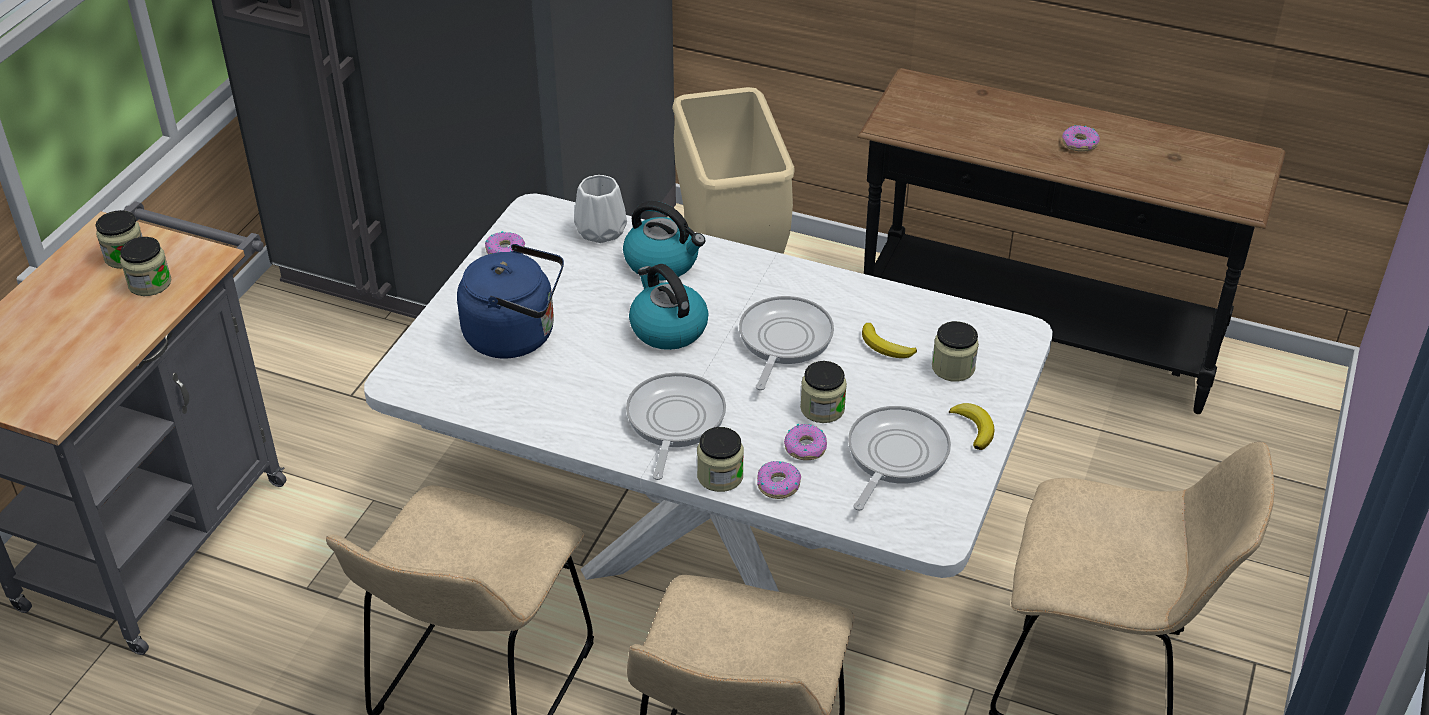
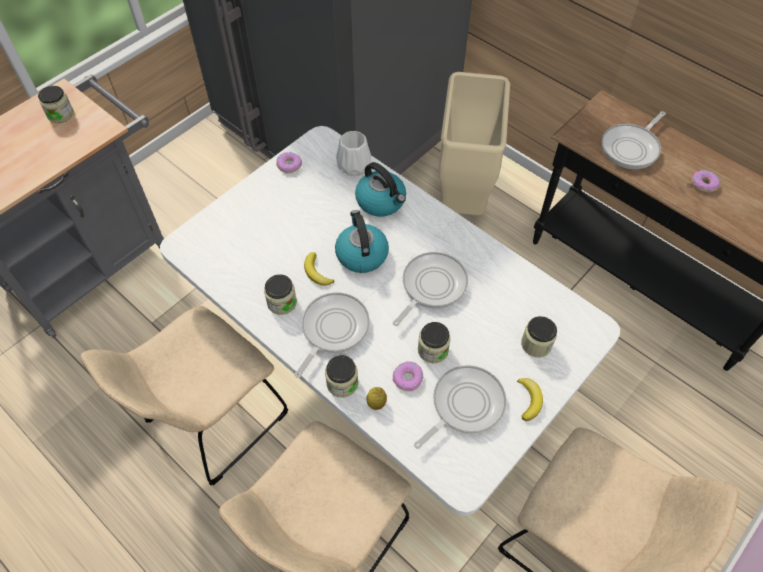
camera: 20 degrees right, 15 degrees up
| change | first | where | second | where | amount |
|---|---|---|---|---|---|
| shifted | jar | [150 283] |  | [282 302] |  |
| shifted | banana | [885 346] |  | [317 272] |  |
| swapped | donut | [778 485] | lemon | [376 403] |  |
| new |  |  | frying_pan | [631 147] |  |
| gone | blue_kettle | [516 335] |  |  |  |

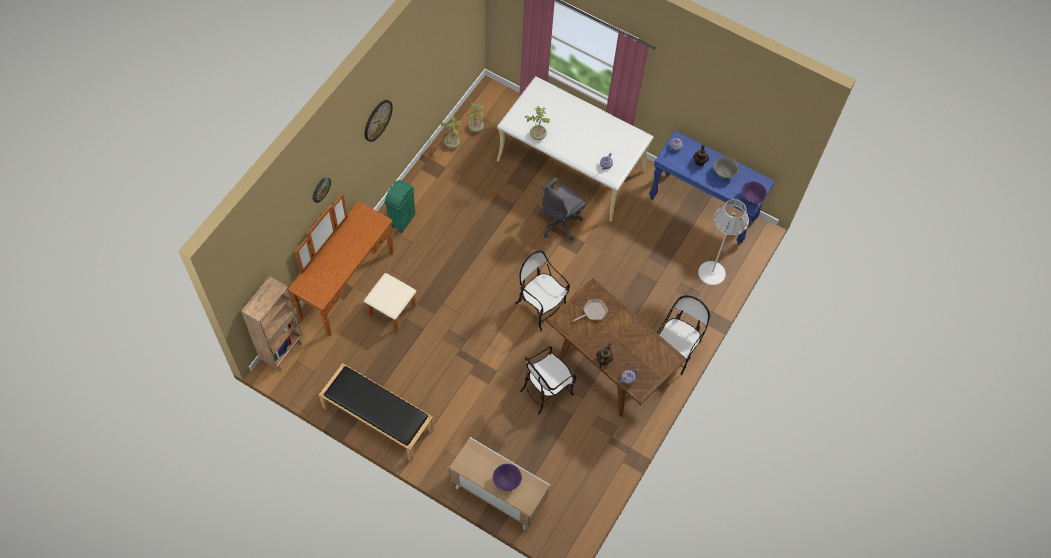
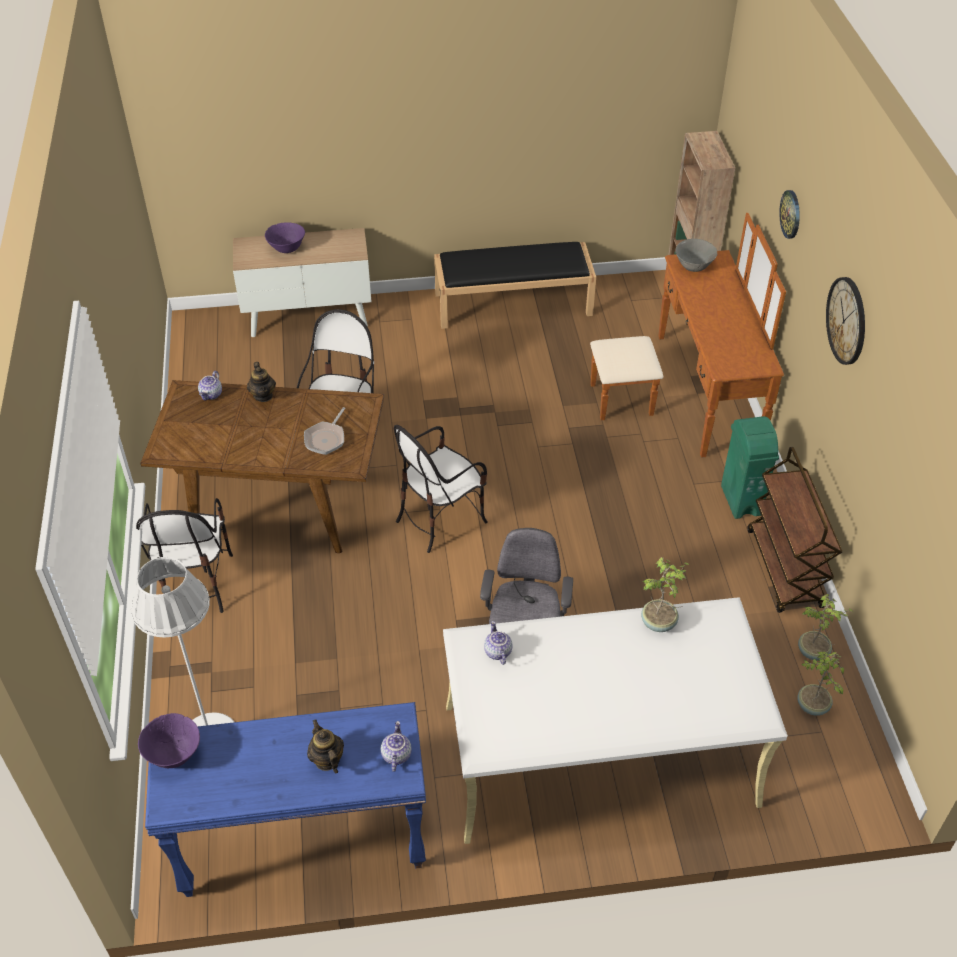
camera: 145 degrees right, 15 degrees down
| change | first | where | second | where | amount |
|---|---|---|---|---|---|
| rotated | chair | [540 306] |  | [440 519] | 135 degrees clockwise |
| shifted | grey_bowl | [723 174] |  | [694 266] |  |
| new |  |  | brown_cart | [785 569] |  |

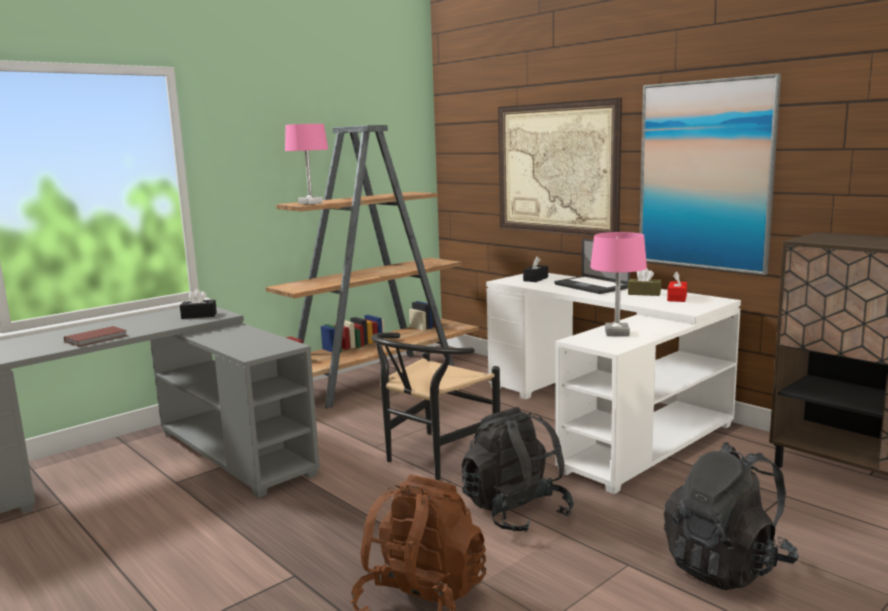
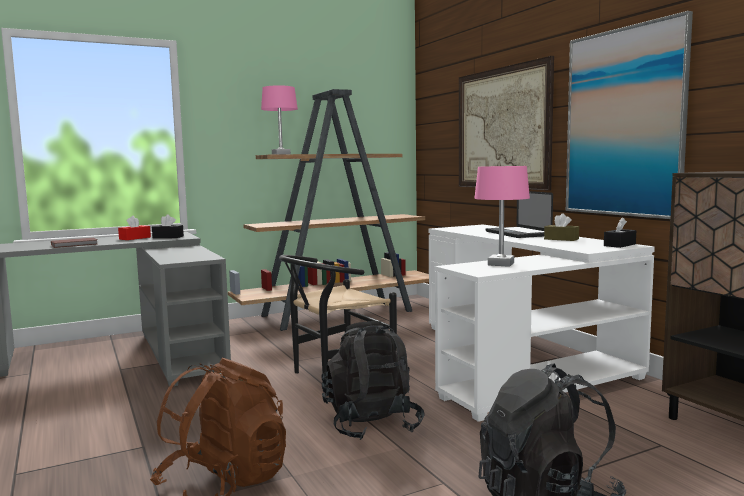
camera: 15 degrees right, 5 degrees down
| change | first | where | second | where | amount |
|---|---|---|---|---|---|
| shifted | red_tissue_box | [677 298] |  | [135 238] |  |
| shifted | black_tissue_box | [535 279] |  | [619 245] |  |

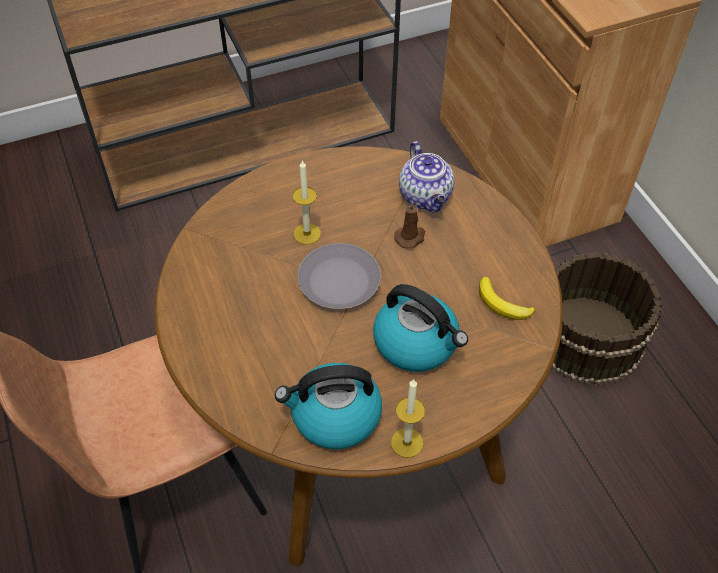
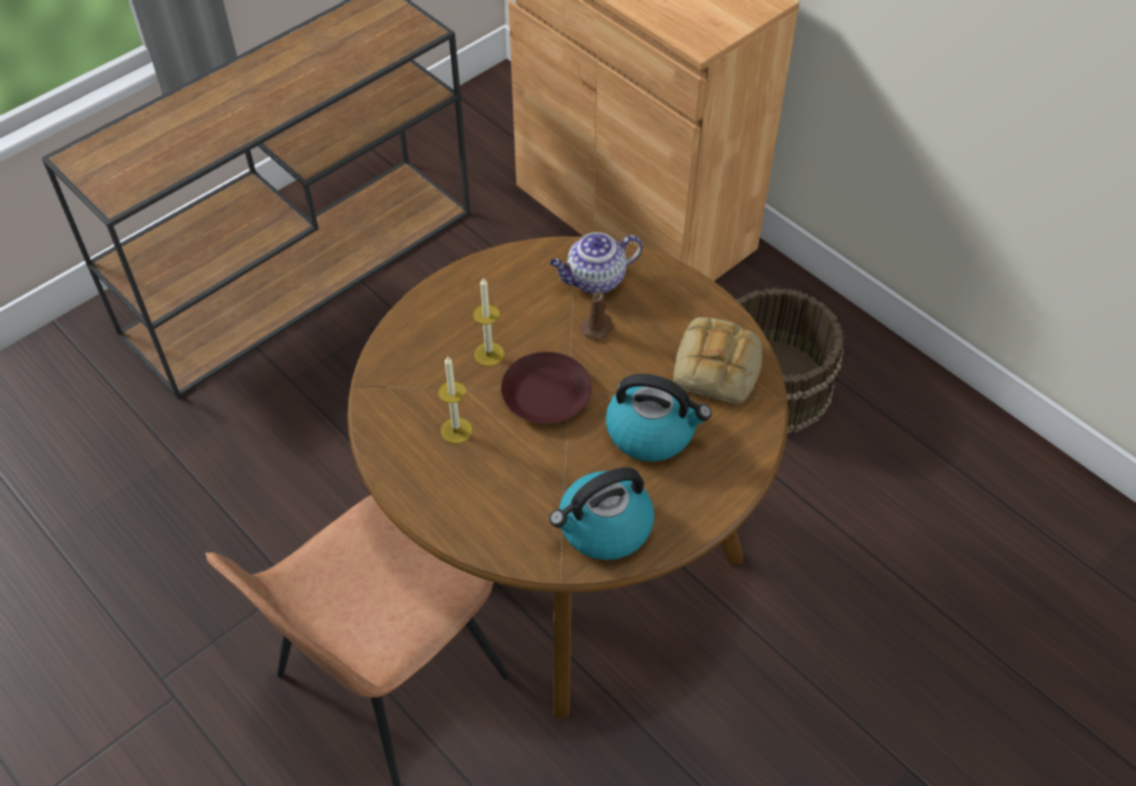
camera: 20 degrees left, 0 degrees up
| change | first | where | second | where | amount |
|---|---|---|---|---|---|
| shifted | candle | [407 442] |  | [456 430] |  |
| repainted | grey_plate | [338 281] | brown_plate | [545 394] |  |
| rotated | teapot | [426 197] |  | [595 280] | 105 degrees clockwise |
| swapped | banana | [502 304] | bread | [718 368] |  |

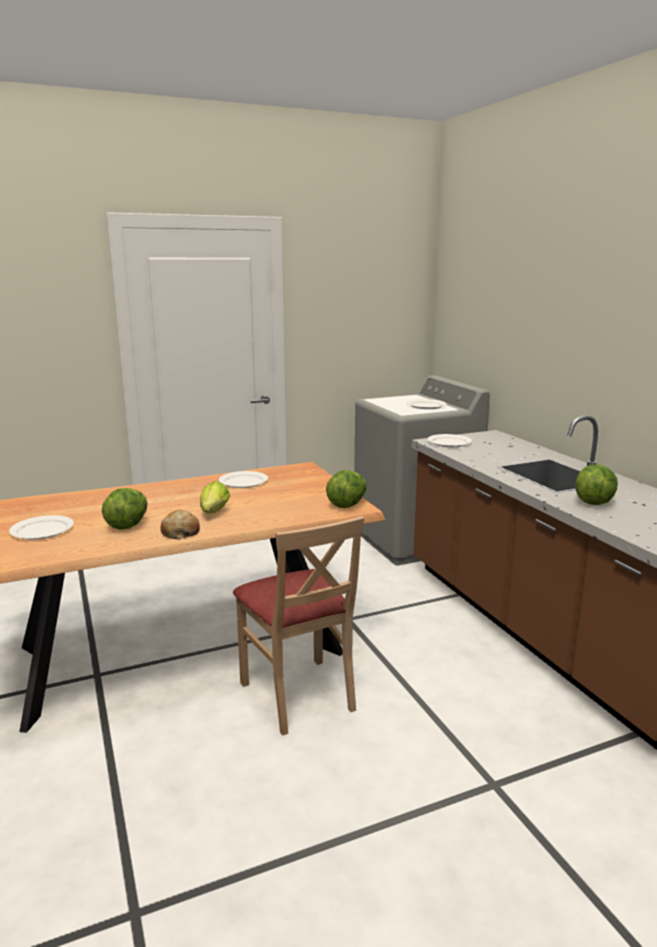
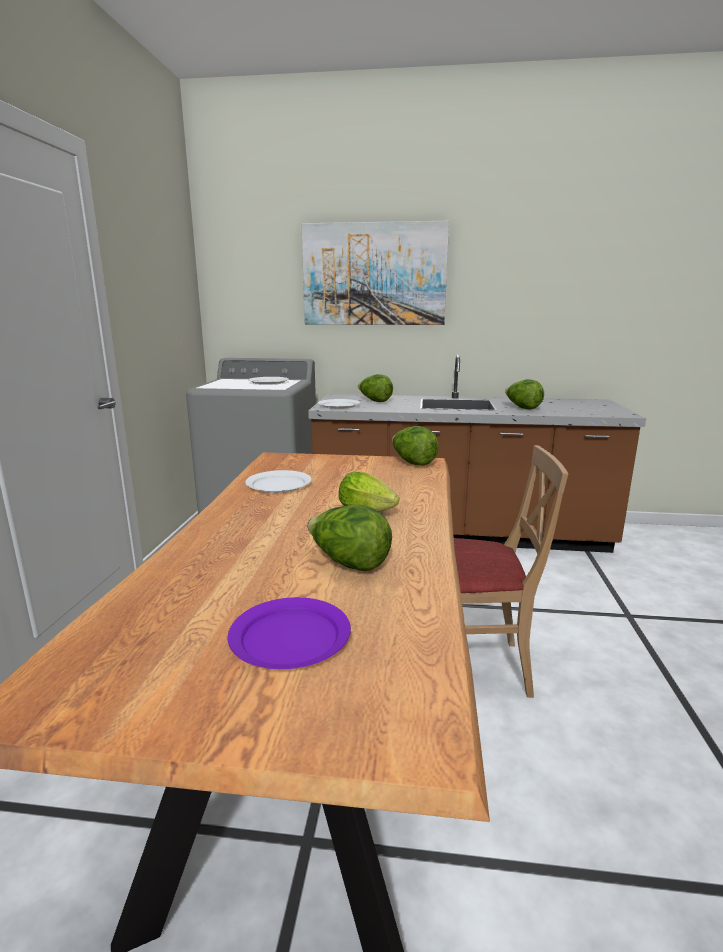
camera: 60 degrees left, 0 degrees up
| change | first | where | second | where | amount |
|---|---|---|---|---|---|
| repainted | white_plate | [42 530] | purple_plate | [291 636] |  |
| new |  |  | picture | [374 275] |  |
| new |  |  | lettuce | [374 401] |  |
| gone | bread | [180 532] |  |  |  |

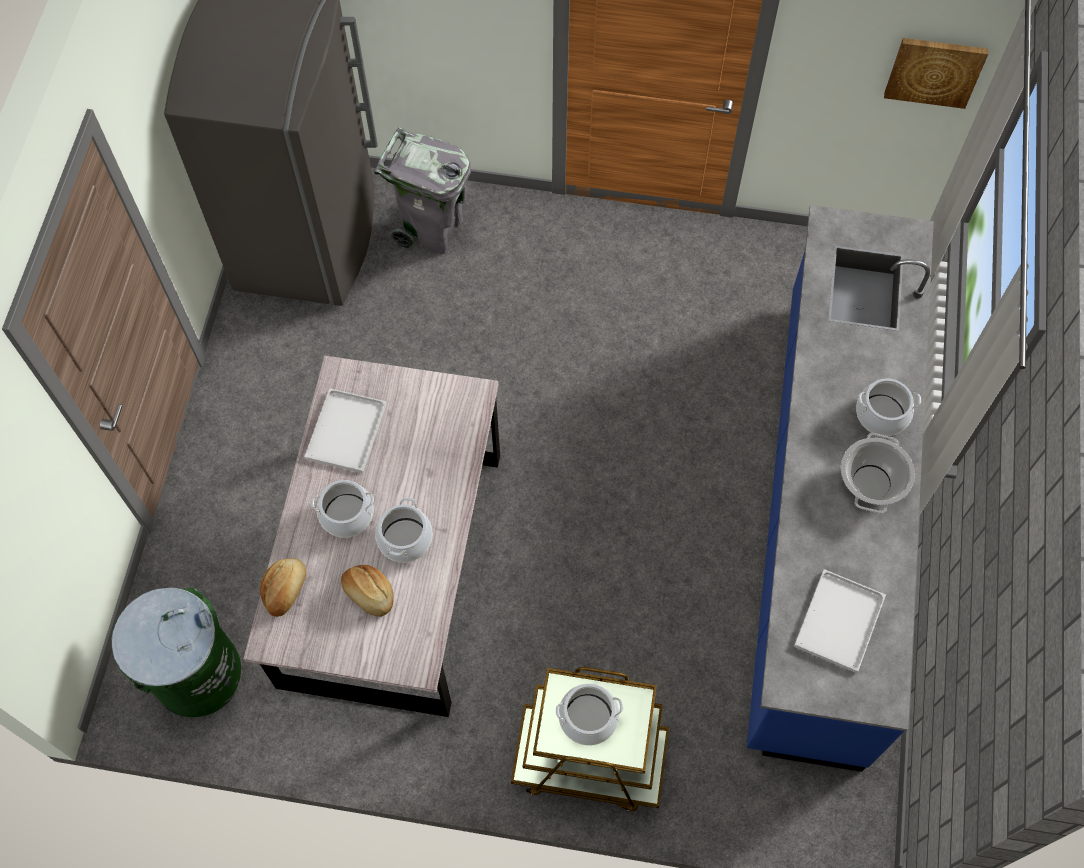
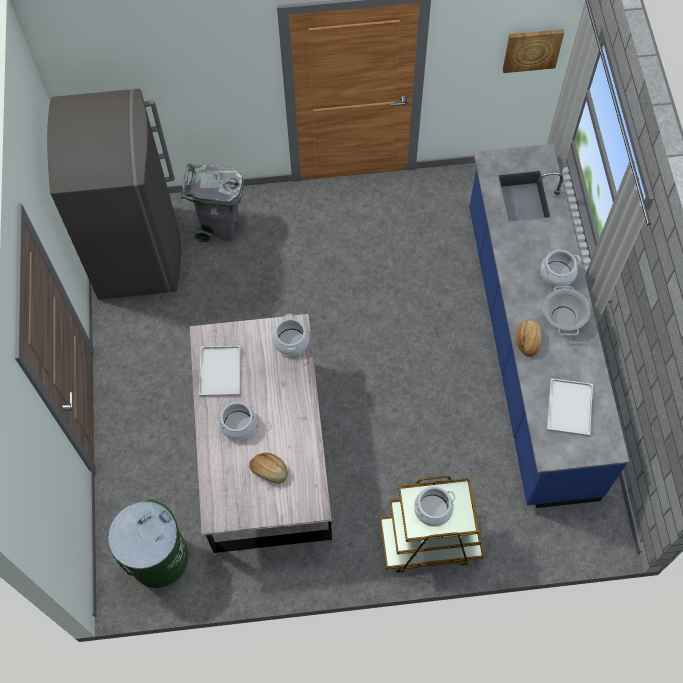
camera: 15 degrees left, 0 degrees up
| change | first | where | second | where | amount |
|---|---|---|---|---|---|
| shifted | cooking_pot | [405 539] |  | [291 342] |  |
| shifted | bread | [285 590] |  | [528 340] |  |

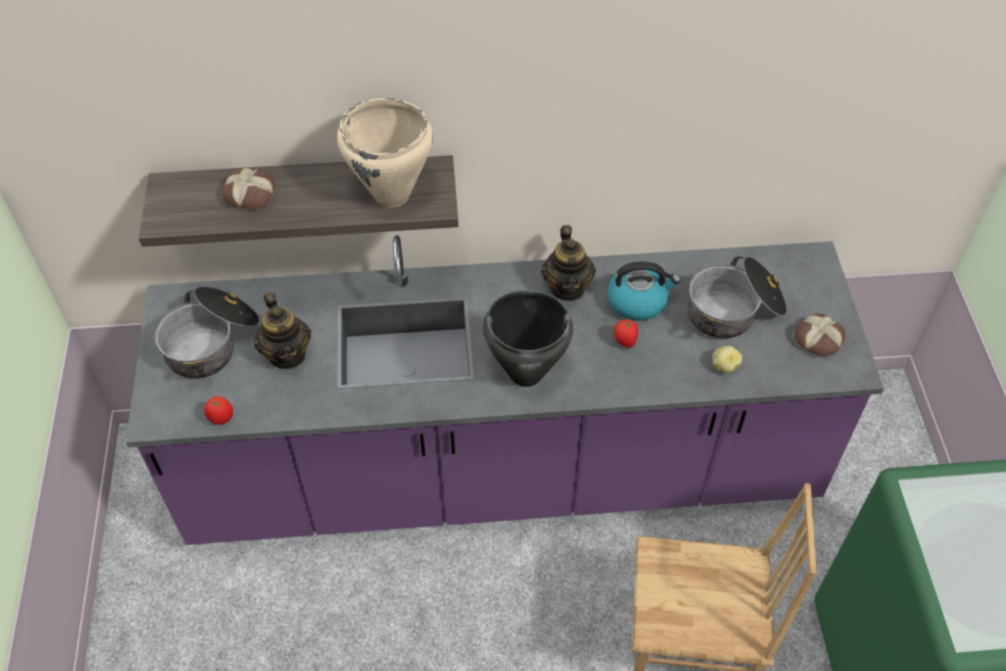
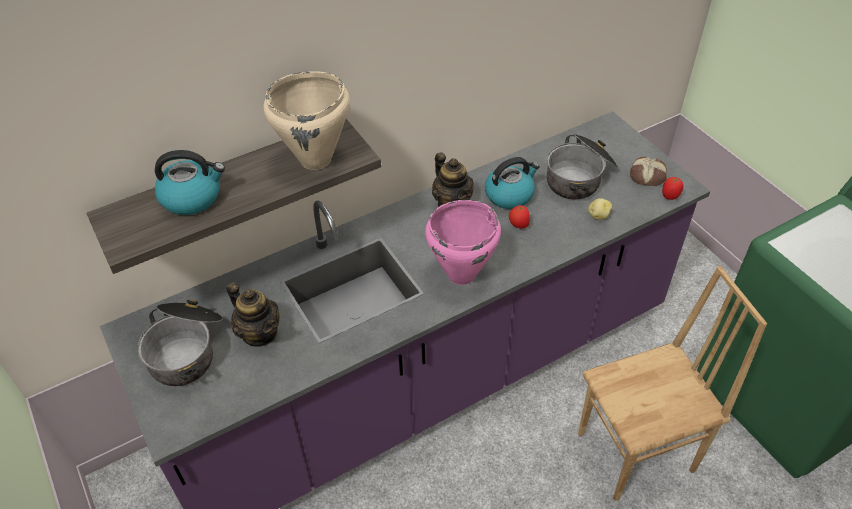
camera: 25 degrees left, 5 degrees down
| change | first | where | second | where | amount |
|---|---|---|---|---|---|
| swapped | bread | [250 193] | kettle | [192 197] |  |
| repainted | black_cooking_pot | [525 372] | pink_cooking_pot | [460 274] |  |
| shifted | tomato | [221 418] |  | [670 196] |  |

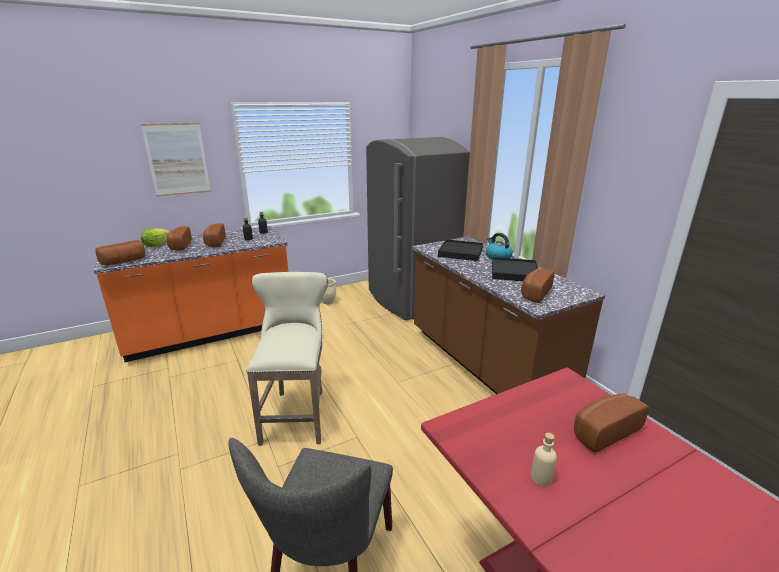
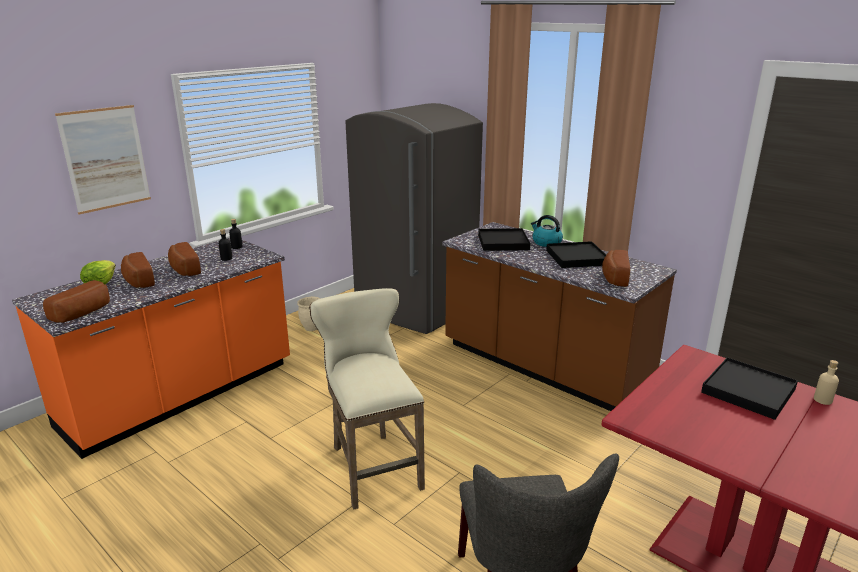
camera: 20 degrees left, 0 degrees up
| change | first | where | second | where | amount |
|---|---|---|---|---|---|
| swapped | bread | [602 430] | black_tray | [748 391] |  |
| shifted | beige_bottle | [541 477] |  | [822 400] |  |

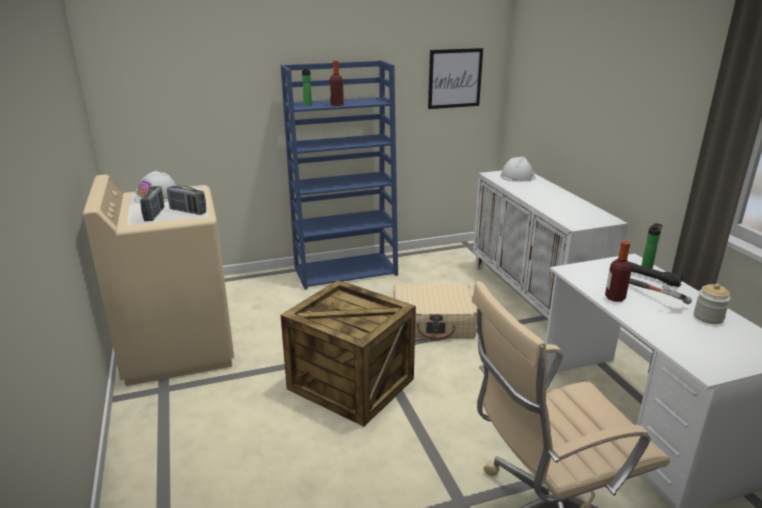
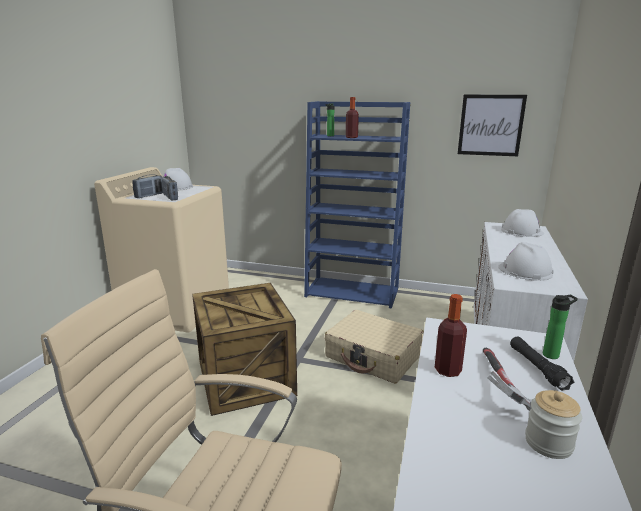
camera: 35 degrees right, 5 degrees down
| change | first | where | second | where | amount |
|---|---|---|---|---|---|
| new |  |  | white_hard_hat | [524 271] |  |

